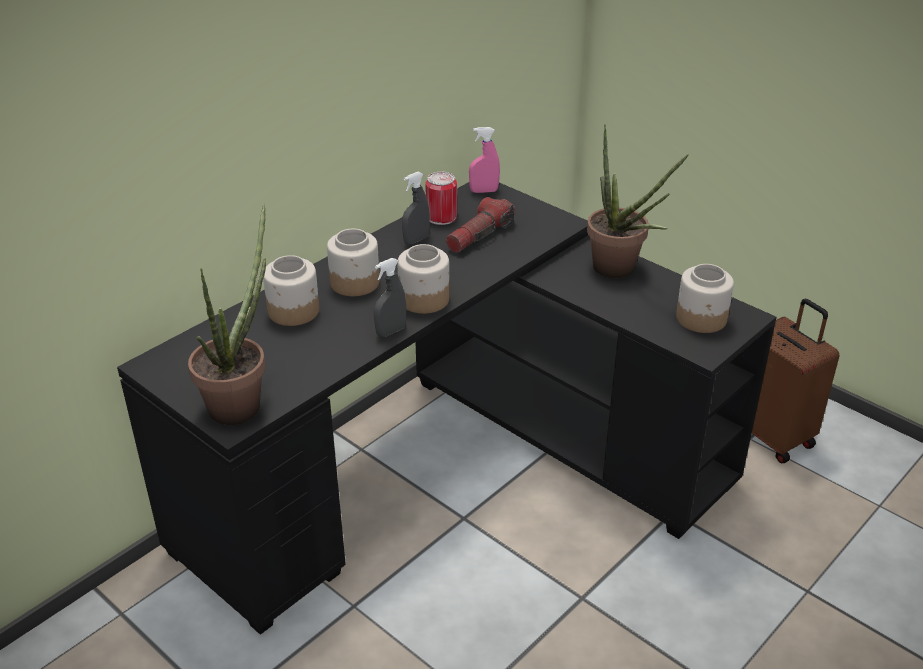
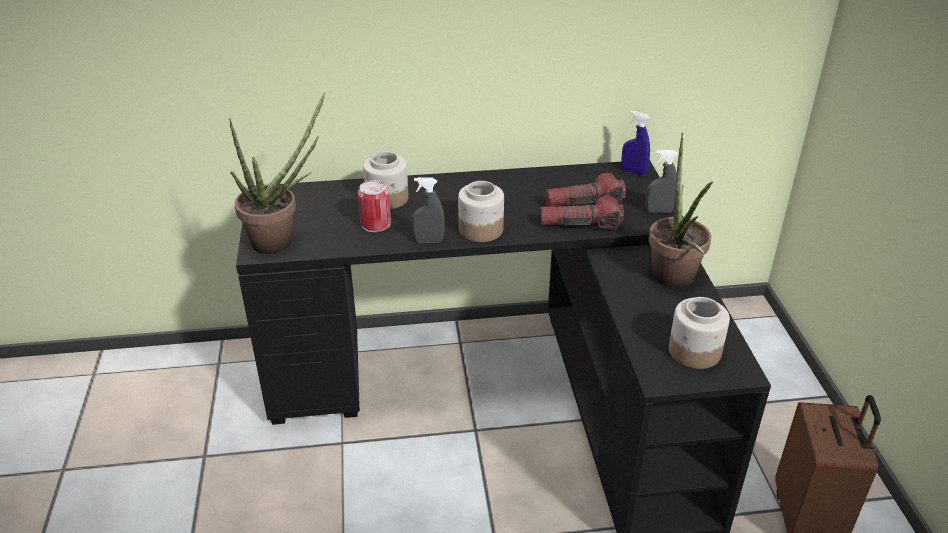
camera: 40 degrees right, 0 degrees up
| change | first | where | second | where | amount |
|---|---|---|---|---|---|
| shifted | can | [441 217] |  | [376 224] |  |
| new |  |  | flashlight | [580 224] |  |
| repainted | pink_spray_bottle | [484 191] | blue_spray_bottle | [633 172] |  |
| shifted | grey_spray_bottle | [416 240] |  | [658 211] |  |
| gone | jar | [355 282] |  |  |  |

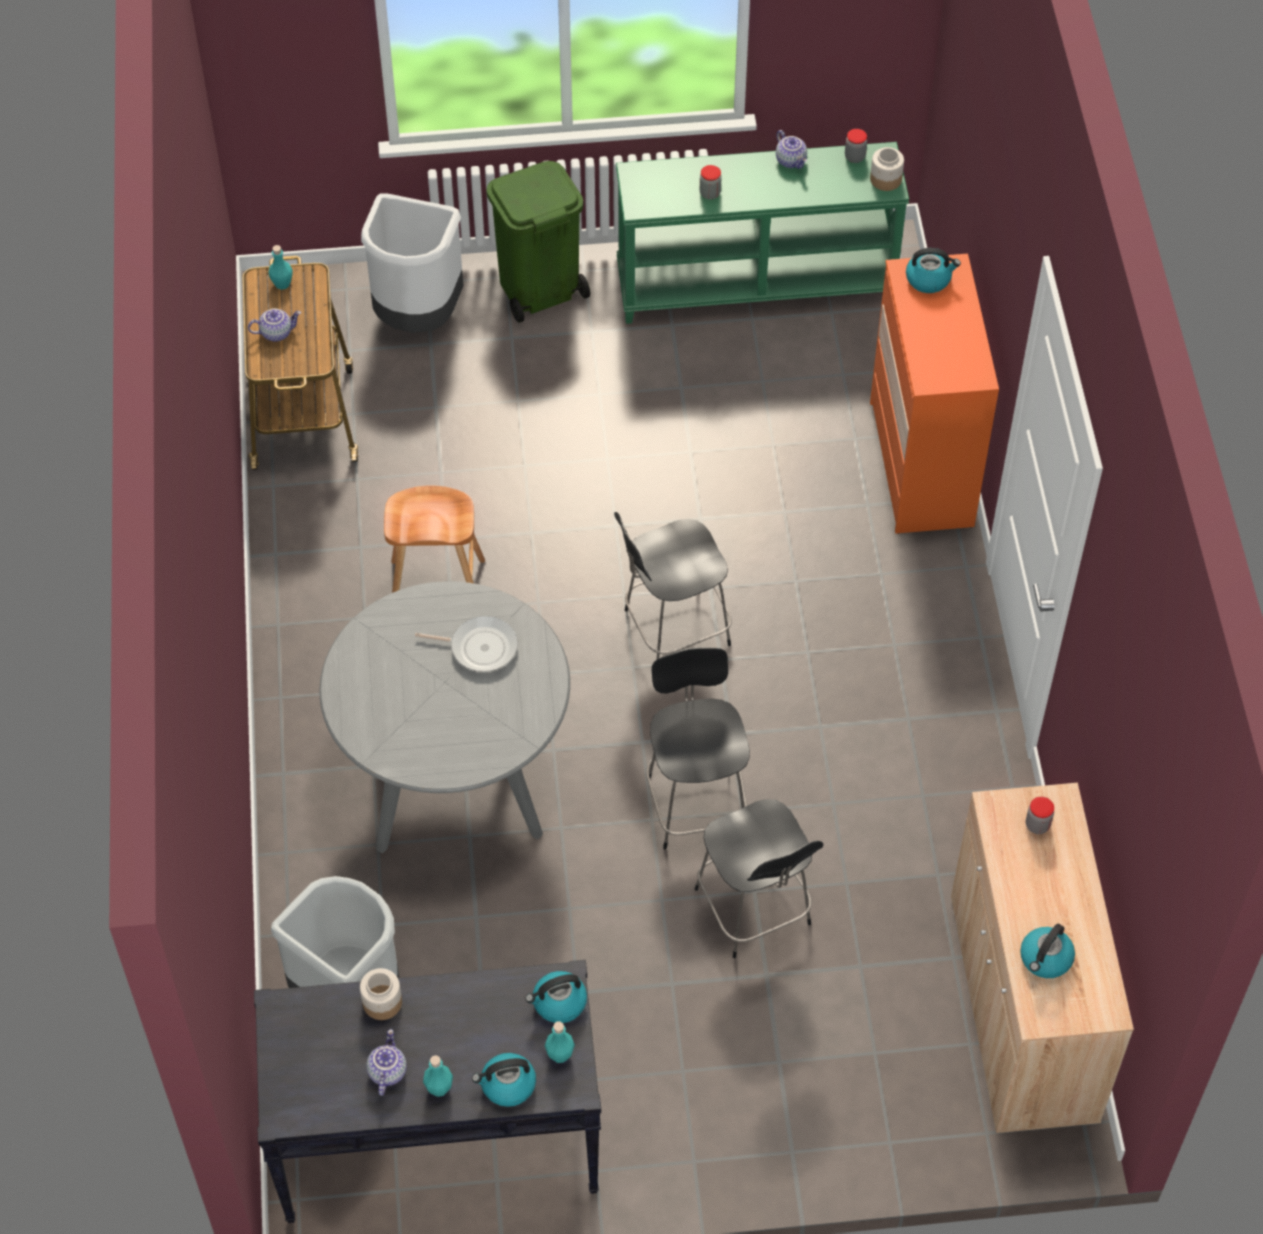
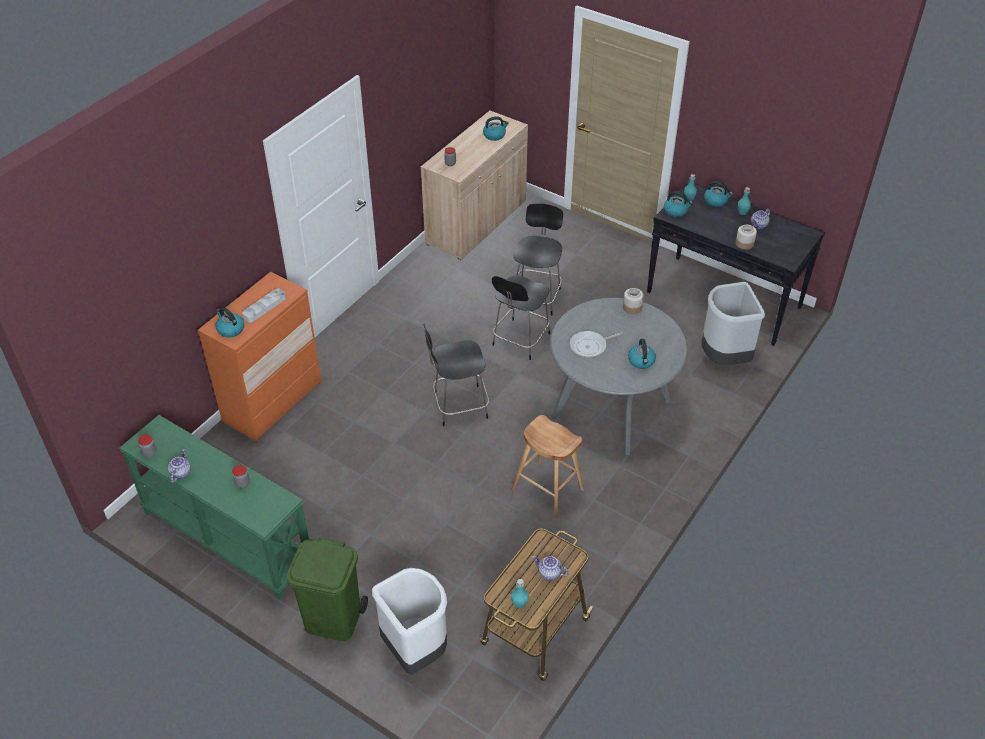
camera: 140 degrees left, 10 degrees down
| change | first | where | second | where | amount |
|---|---|---|---|---|---|
| new |  |  | grey_tray | [264 307] |  |
| rotated | black_chair | [673 628] |  | [458 406] | 150 degrees clockwise |
| rotated | frying_pan | [479 647] |  | [590 346] | 75 degrees counterclockwise |
| shifted | jar | [885 179] |  | [632 307] |  |
| new |  |  | kettle | [641 361] |  |

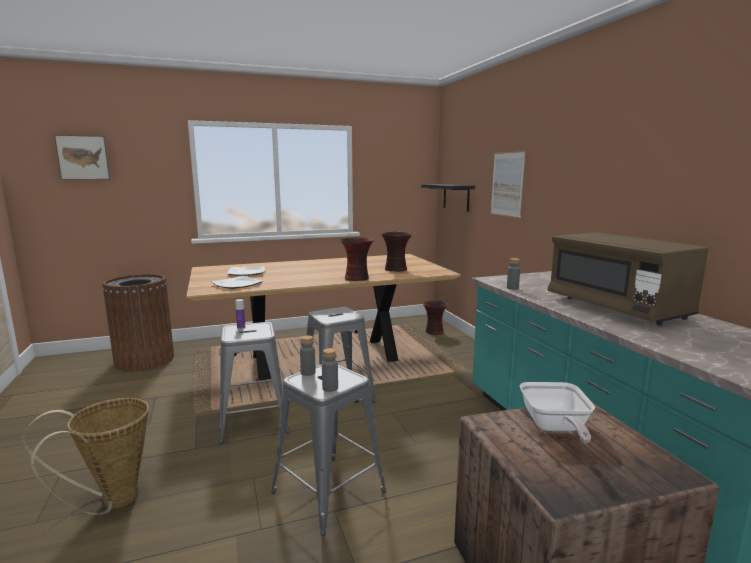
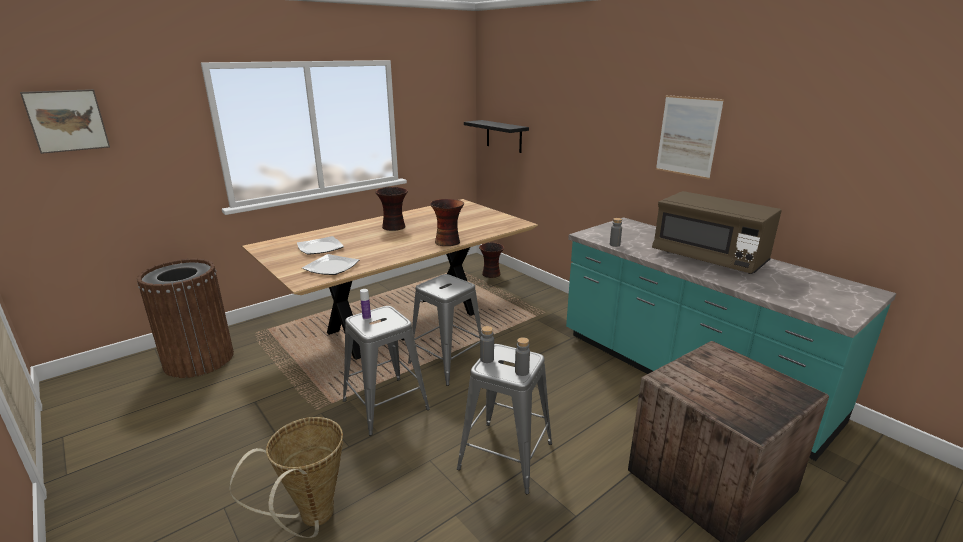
camera: 20 degrees left, 10 degrees up
| change | first | where | second | where | amount |
|---|---|---|---|---|---|
| shifted | vase | [396 269] |  | [394 227] |  |
| shifted | picture | [507 184] |  | [687 136] |  |
| gone | frying_pan | [554 428] |  |  |  |

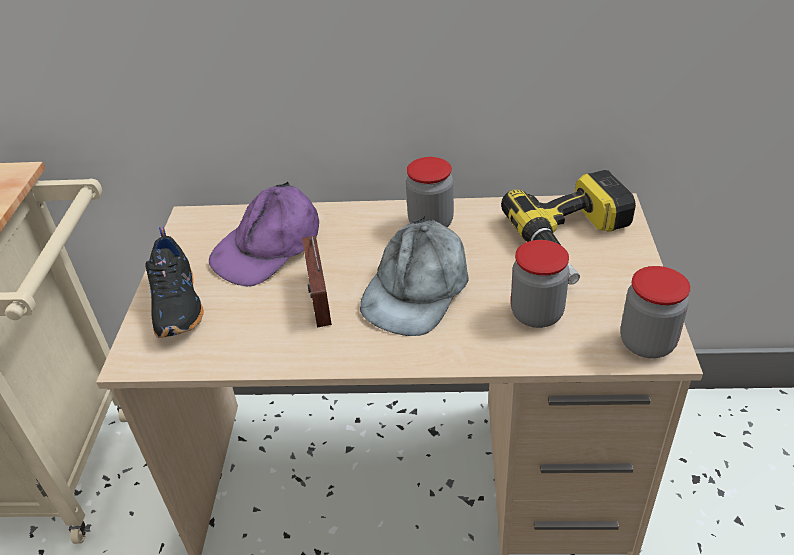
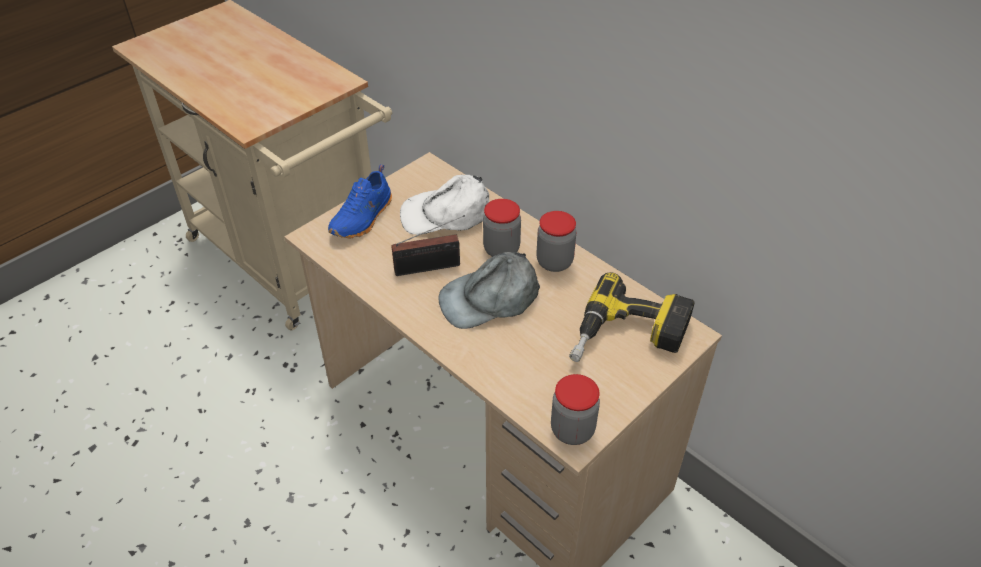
camera: 40 degrees right, 5 degrees up
| change | first | where | second | where | amount |
|---|---|---|---|---|---|
| repainted | black_shoe | [179 304] | blue_shoe | [363 218] |  |
| rotated | radio | [318 301] |  | [431 267] | 135 degrees counterclockwise |
| repainted | purple_cap | [269 247] | white_cap | [446 214] |  |
| shifted | jar | [536 314] |  | [501 249] |  |

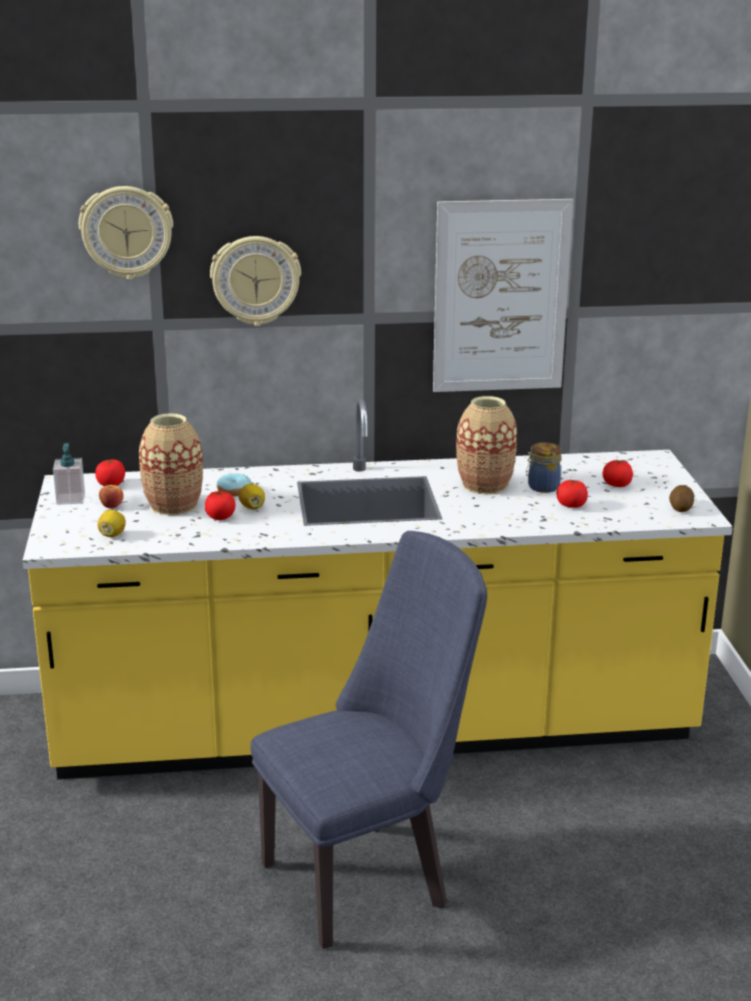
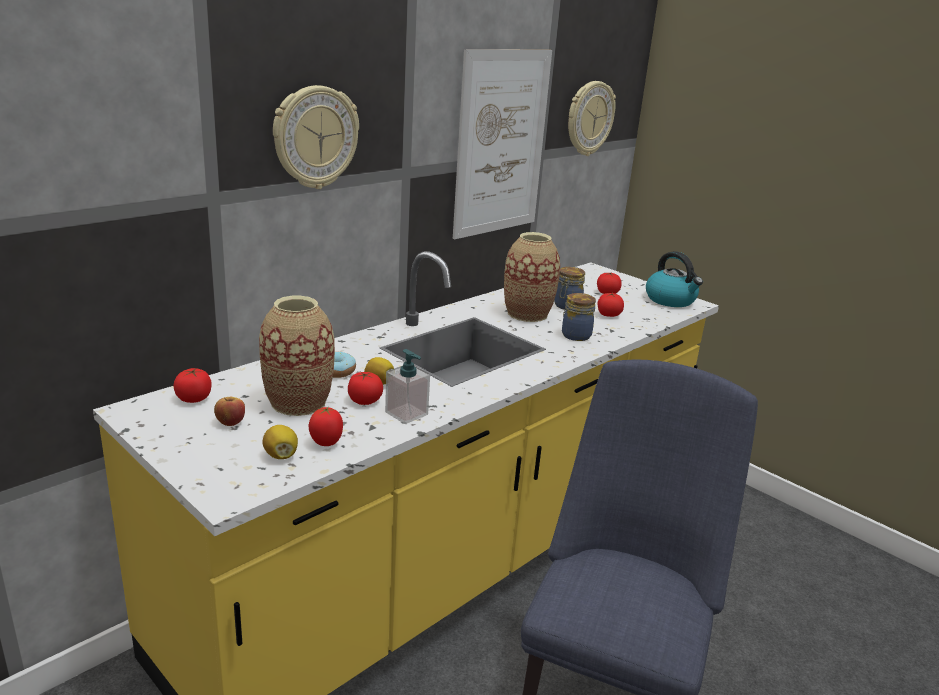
camera: 40 degrees left, 0 degrees up
| change | first | where | second | where | amount |
|---|---|---|---|---|---|
| new |  |  | tomato | [326 443] |  |
| shifted | soap_dispenser | [70 499] |  | [406 413] |  |
| new |  |  | jar | [575 335] |  |
| shifted | wall_clock | [126 232] |  | [589 118] |  |
| swapped | potato | [680 508] | kettle | [671 300] |  |

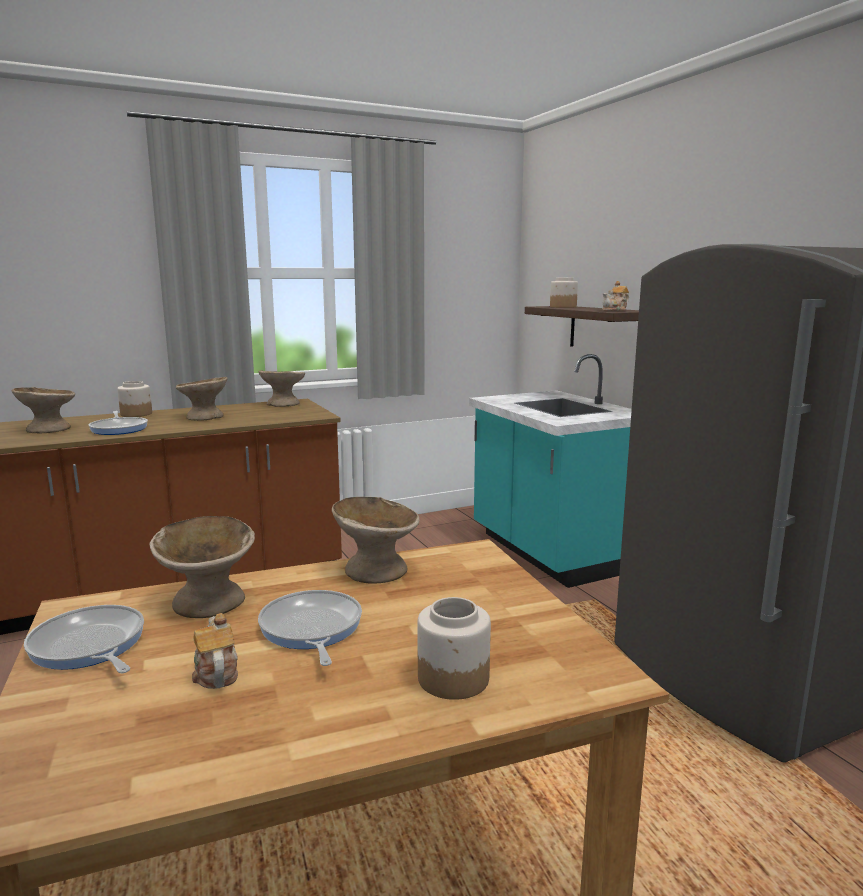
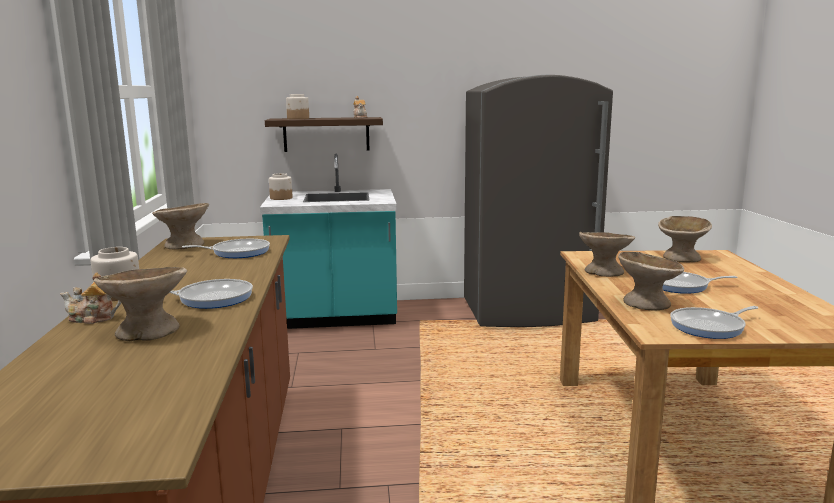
camera: 70 degrees left, 0 degrees up
| change | first | where | second | where | amount |
|---|---|---|---|---|---|
| shifted | teapot | [216 673] |  | [92 318] |  |
| new |  |  | frying_pan | [237 252] |  |
| shifted | jar | [454 678] |  | [281 198] |  |
| shifted | beige_bowl | [205 417] |  | [681 258] |  |

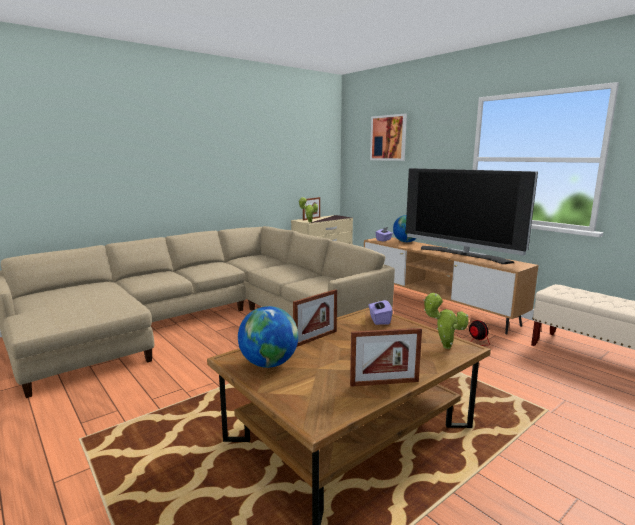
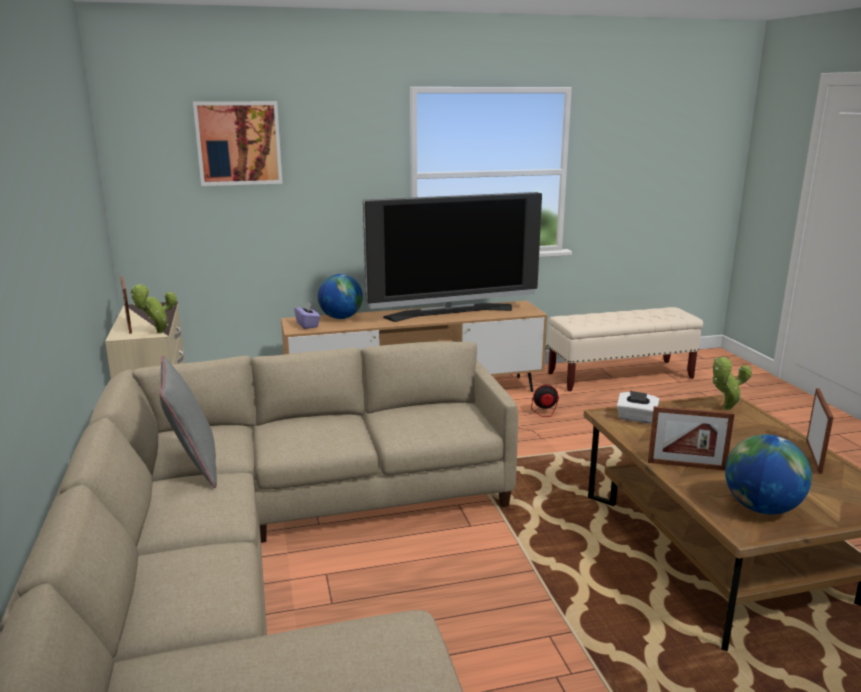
camera: 65 degrees left, 5 degrees up
| change | first | where | second | where | amount |
|---|---|---|---|---|---|
| new |  |  | grey_pillow | [194 467] |  |
| repainted | purple_tissue_box | [379 320] | white_tissue_box | [636 418] |  |
| rotated | picture_frame | [316 338] |  | [686 465] | 120 degrees clockwise |

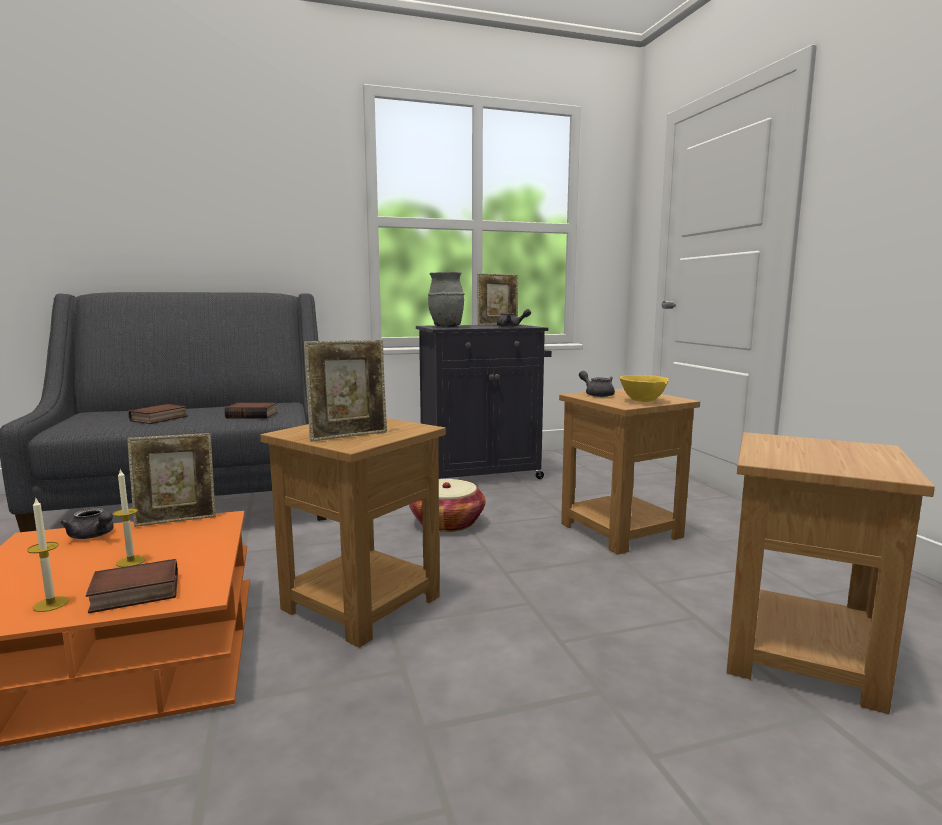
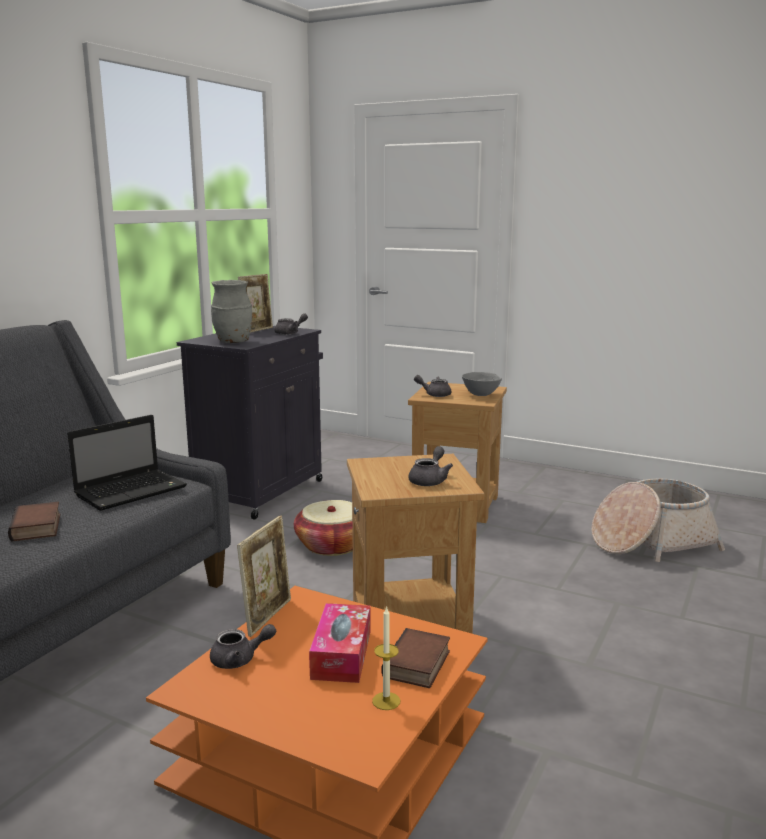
camera: 45 degrees left, 5 degrees up
| change | first | where | second | where | amount |
|---|---|---|---|---|---|
| swapped | book | [252 415] | laptop | [132 490] |  |
| swapped | candle | [131 561] | tissue_box | [341 654] |  |
| swapped | picture_frame | [349 436] | grey_teapot | [430 480] |  |
| repainted | yellow_bowl | [643 401] | grey_bowl | [481 395] |  |
| swapped | brown_side_table | [799 653] | basket | [651 542] |  |

